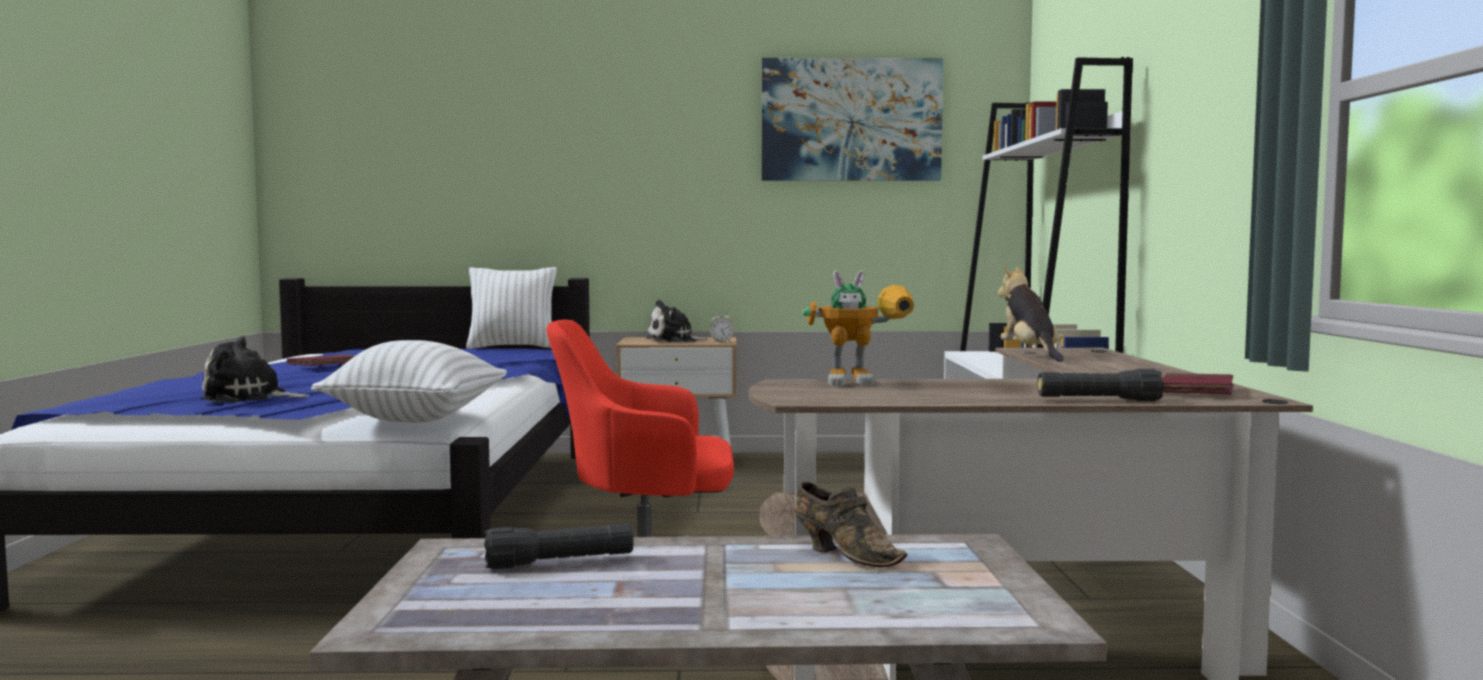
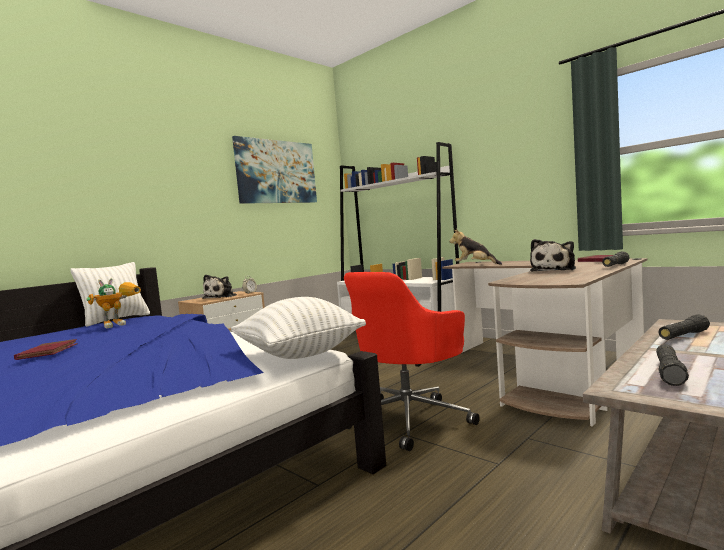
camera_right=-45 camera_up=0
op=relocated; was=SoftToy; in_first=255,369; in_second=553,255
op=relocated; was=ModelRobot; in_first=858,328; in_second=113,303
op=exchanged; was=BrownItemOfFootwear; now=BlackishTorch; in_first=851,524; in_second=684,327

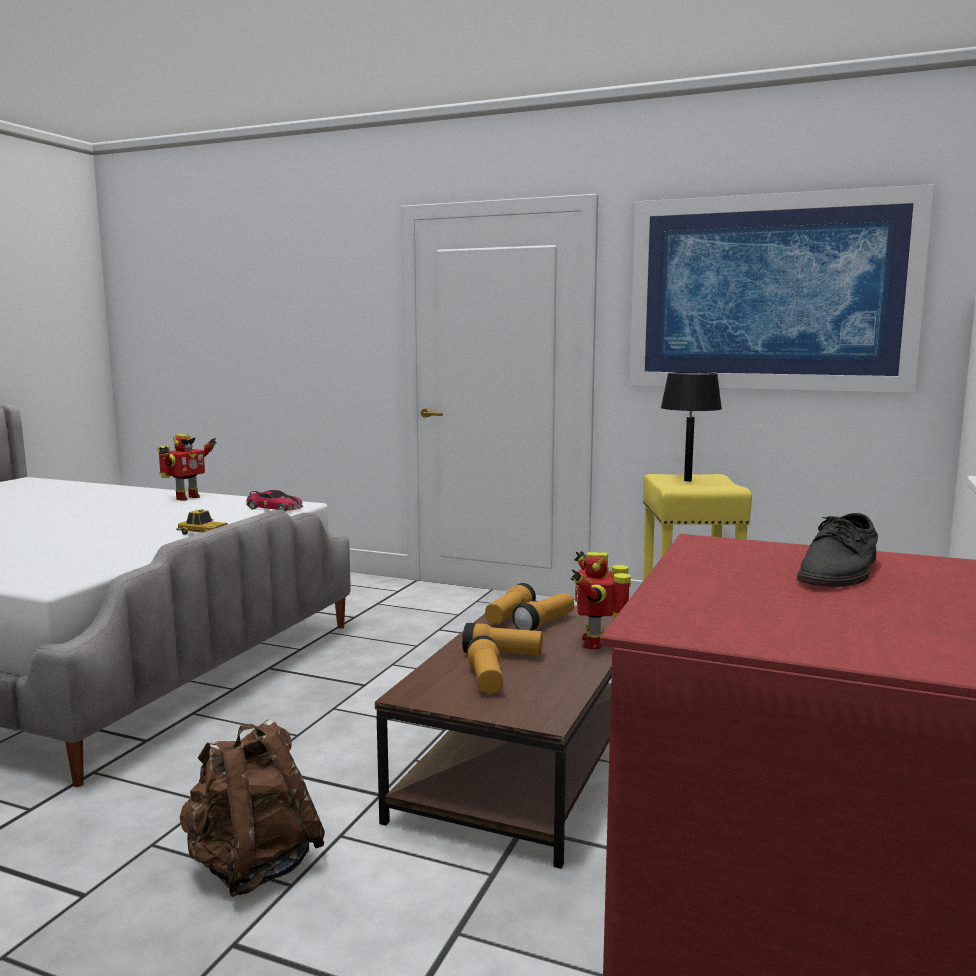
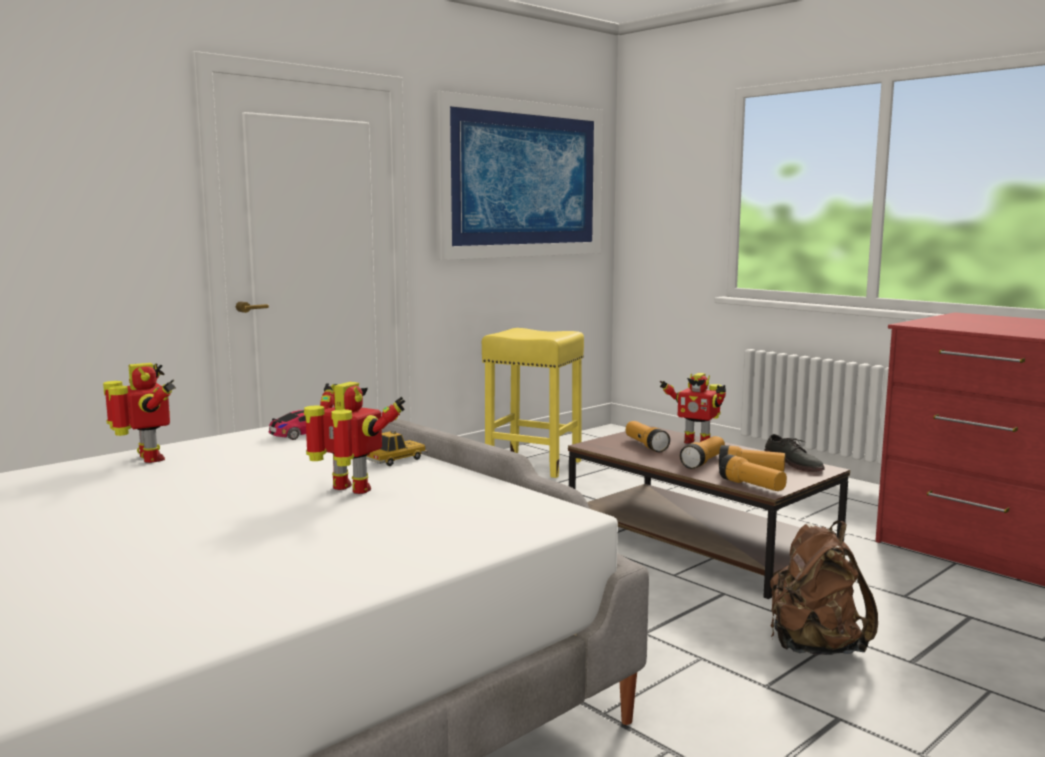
camera_right=-65 camera_up=0
op=missing; was=BlackishLampForATable; in_first=691,427
op=appeared; now=ModelRobot; in_second=354,438
op=relocated; was=Torch; in_first=510,603; in_second=753,472
op=relocated; was=GreyishItemOfFootwear; in_first=837,550; in_second=795,453

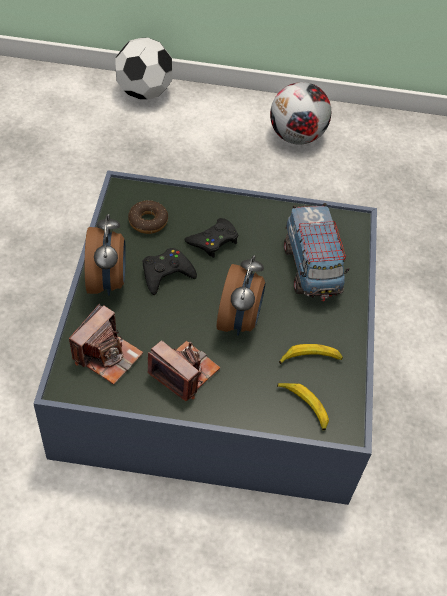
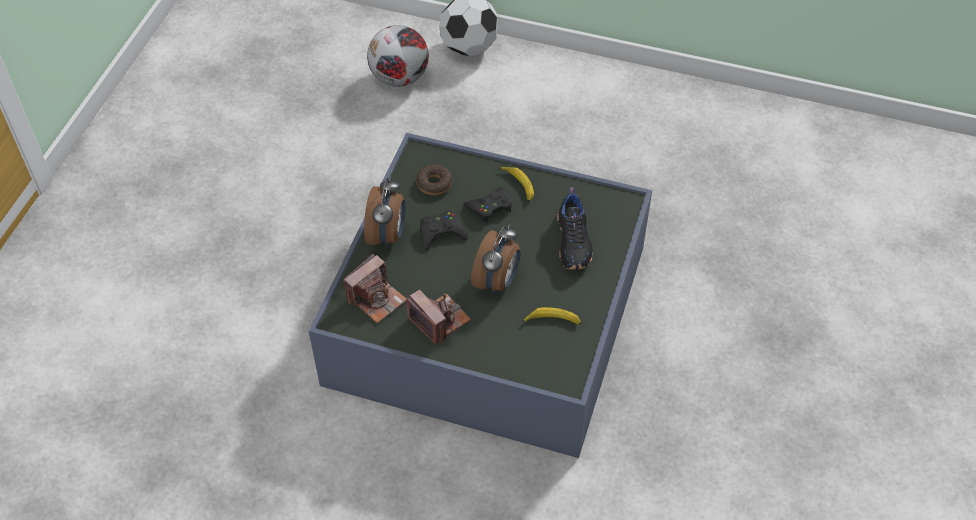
camera_right=15 camera_up=0
op=relocated; was=Football; in_first=300,113; in_second=398,56
op=relocated; was=WholeBanana; in_first=303,406; in_second=517,184
op=exchanged; was=ModelTruck; now=BlackishItemOfFootwear; in_first=316,252; in_second=575,228

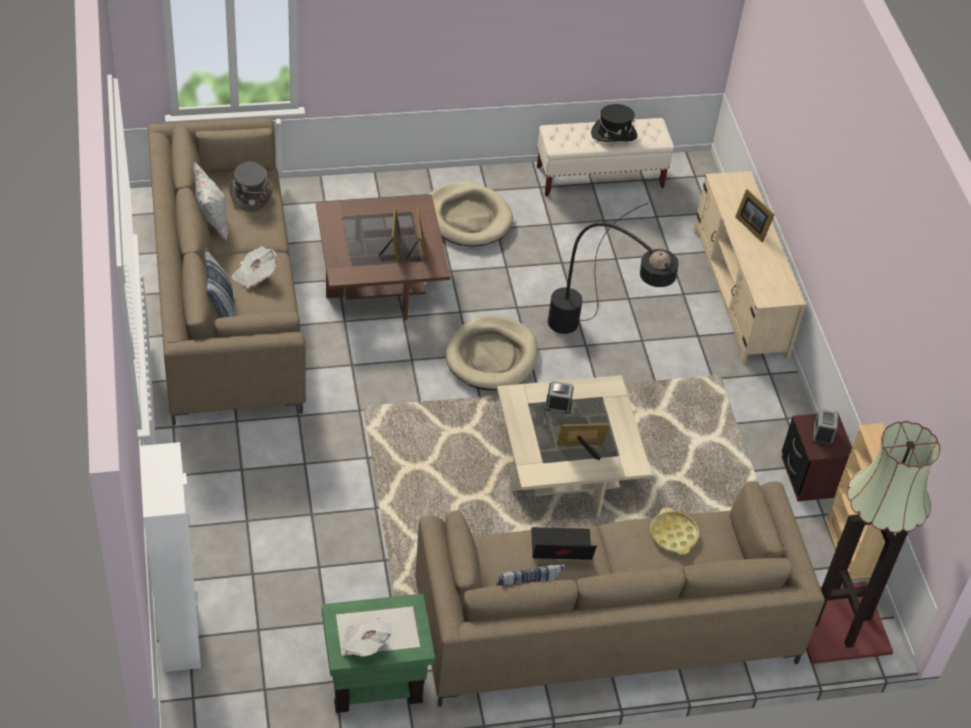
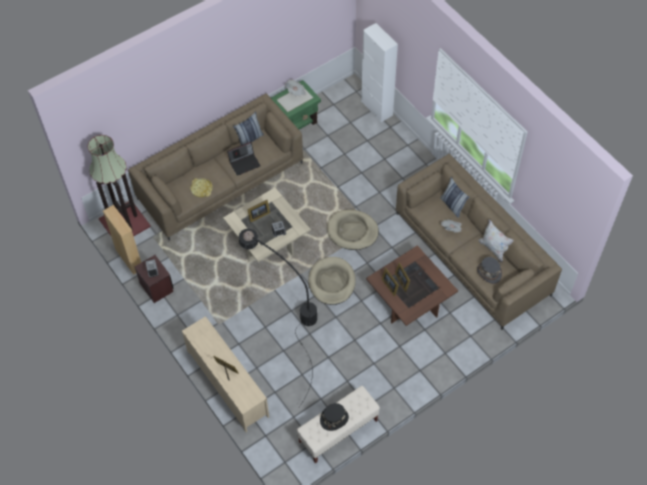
camera_right=160 camera_up=10
op=relocated; was=BeigeColouredPetBed; in_first=470,214; in_second=353,229

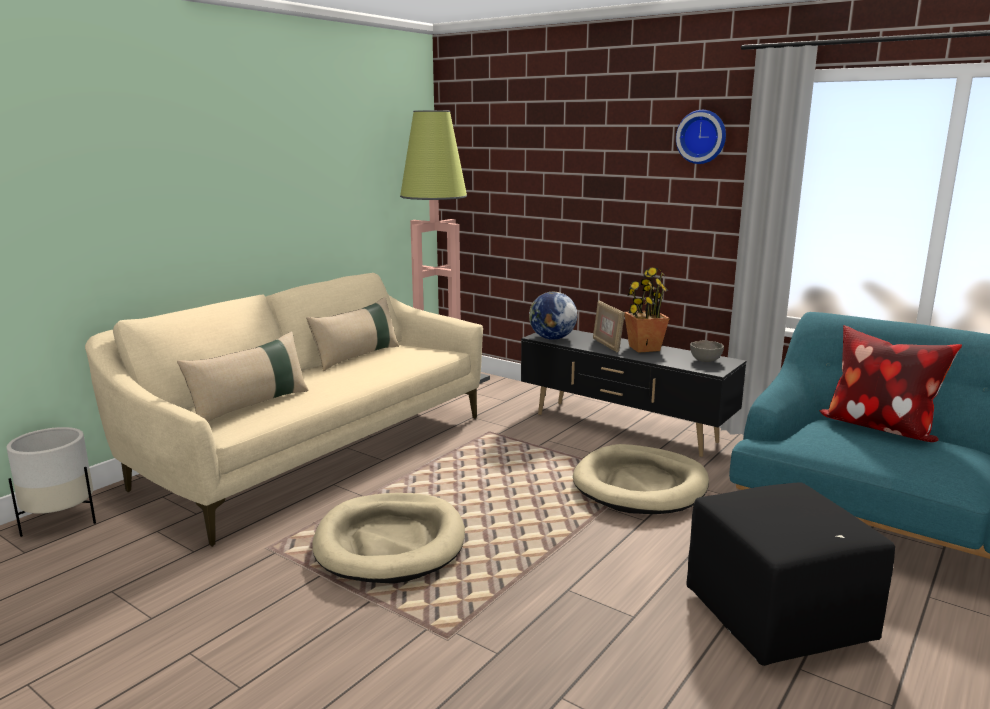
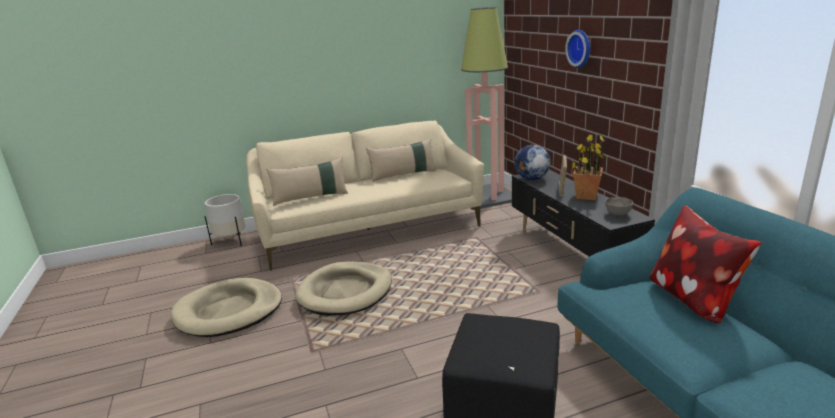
camera_right=35 camera_up=5
op=relocated; was=BeigeColouredPetBed; in_first=641,479; in_second=226,307
op=relocated; was=HangingClock; in_first=701,137; in_second=578,49

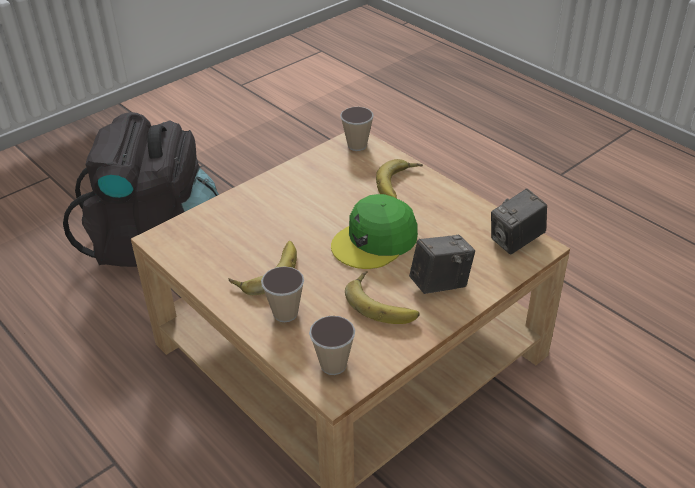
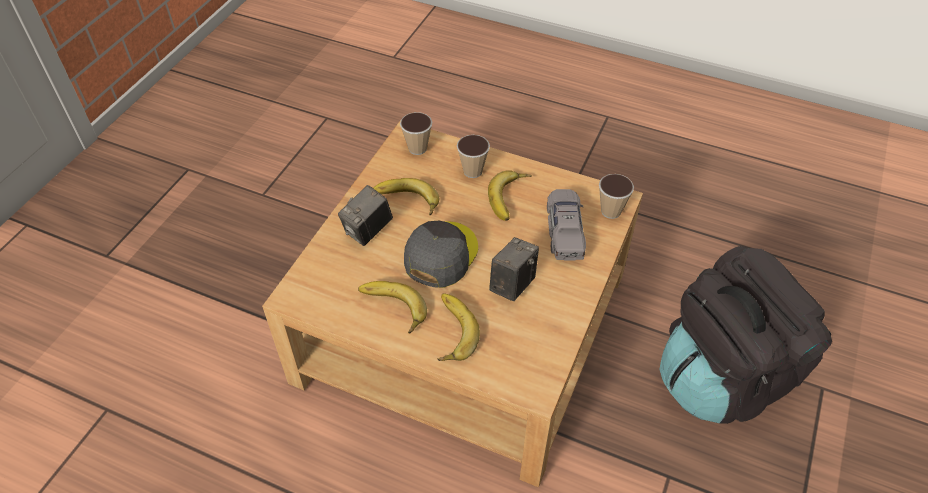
camera_right=155 camera_up=10
op=appeared; now=WholeBanana; in_second=392,307
op=appeared; now=GreyishModelCar; in_second=566,224
op=relocated; was=DrinkingCup; in_first=357,129; in_second=616,196
op=relocated; was=PhotoCamera; in_first=519,222; in_second=514,269
op=colour; was=GreenCap; now=GreyishCap; in_first=374,231; in_second=441,254

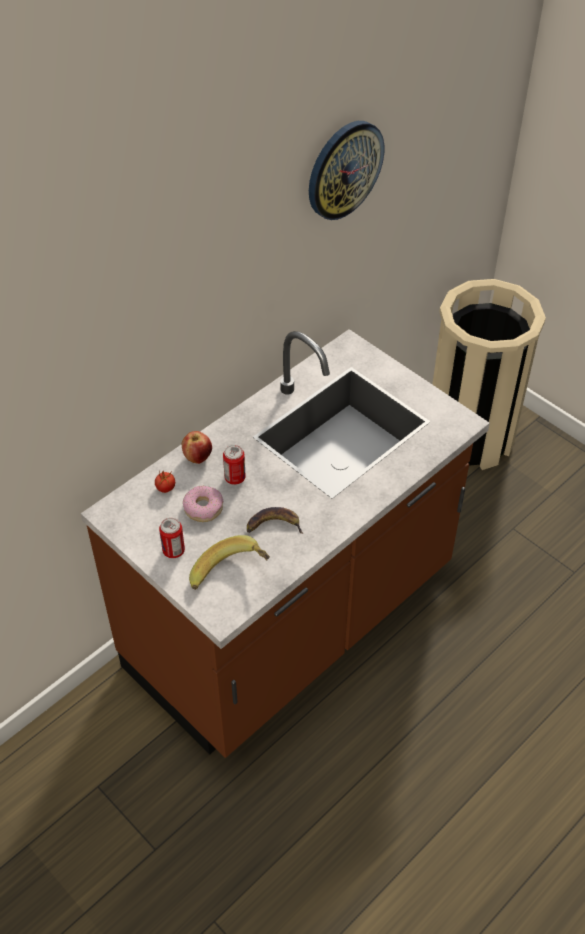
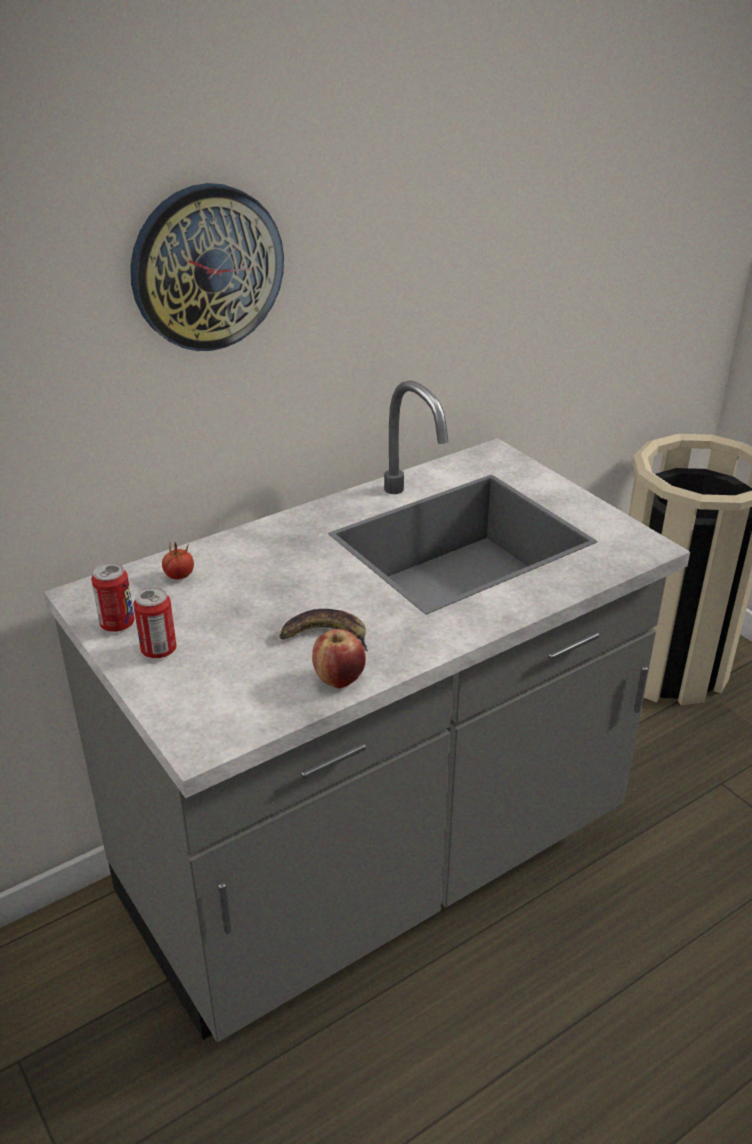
camera_right=10 camera_up=-15
op=missing; was=RingDoughnut; in_first=203,504
op=missing; was=WholeBanana; in_first=229,562
op=relocated; was=WholeApple; in_first=197,447; in_second=339,658
op=relocated; was=SealedCan; in_first=234,465; in_second=113,597
op=relocated; was=HangingClock; in_first=346,170; in_second=207,267
op=colour; was=BrownKitchenBaseUnit; now=GreyishKitchenBaseUnit; in_first=285,543; in_second=367,711

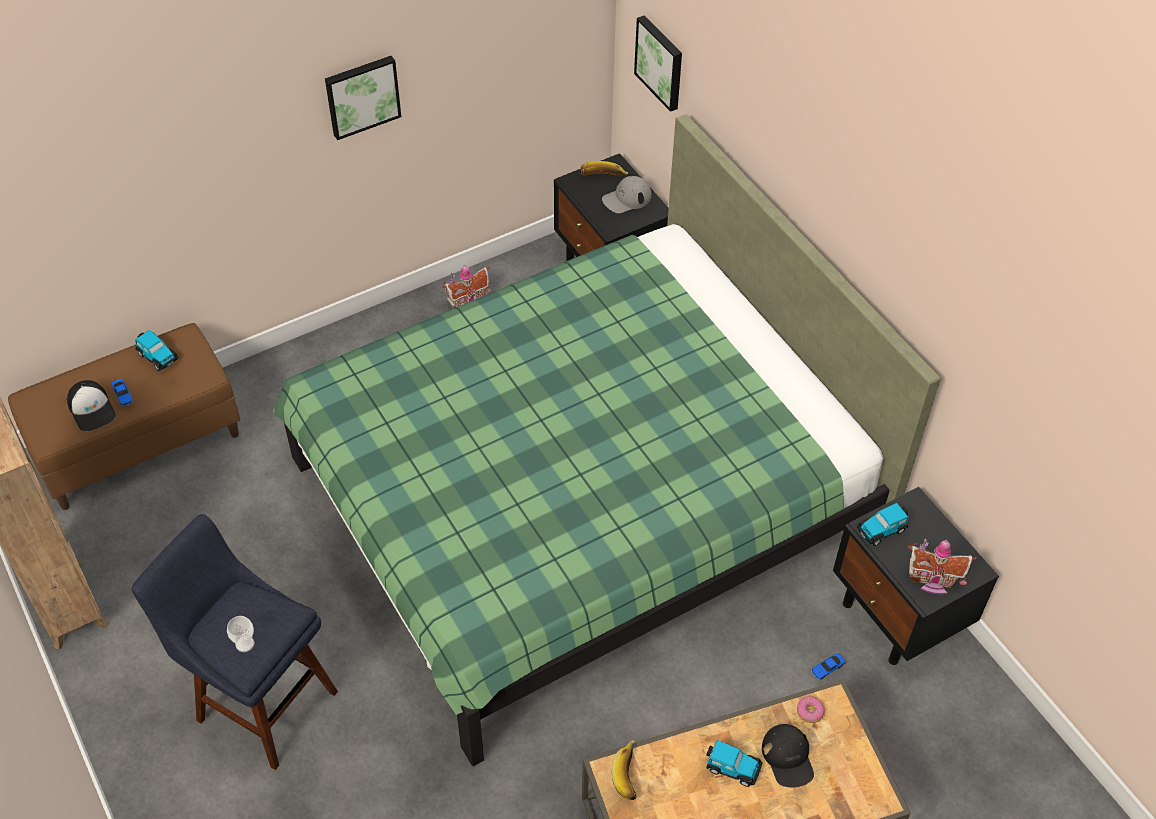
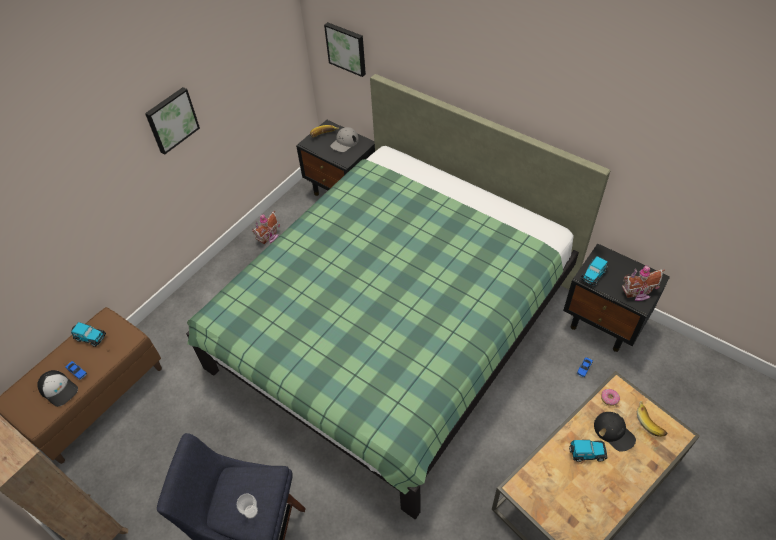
camera_right=-20 camera_up=0
op=relocated; was=WholeBanana; in_first=624,770; in_second=652,419

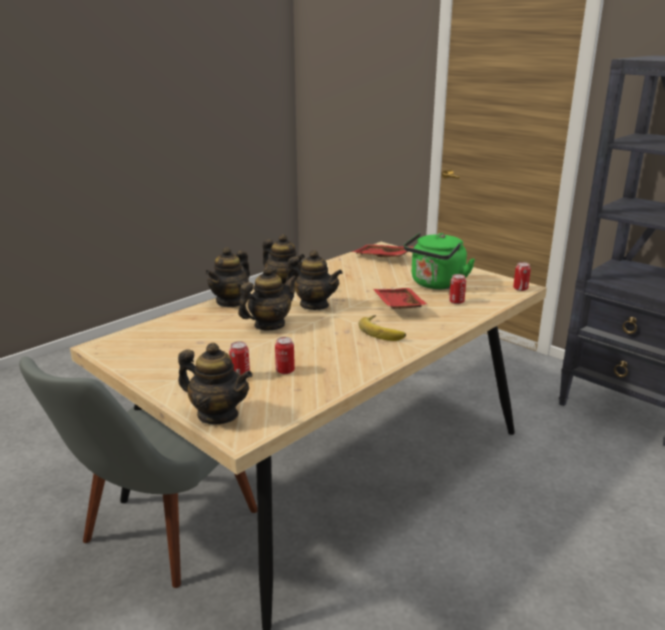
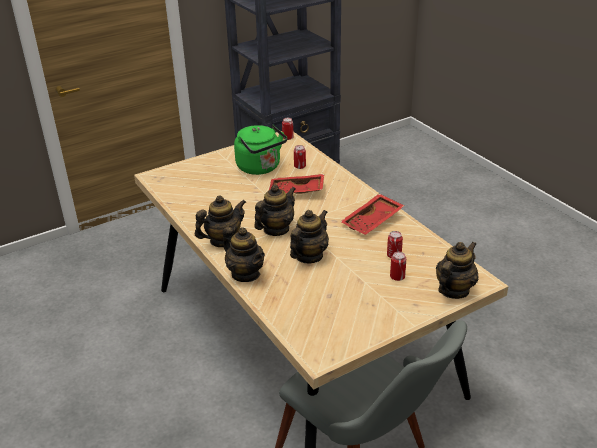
camera_right=-75 camera_up=10
op=missing; was=WholeBanana; in_first=382,328
op=relocated; was=ReddishCarryingTray; in_first=383,250; in_second=372,214
op=spun; was=PotForTea; in_first=267,298; in_second=309,237; clockwise=60

